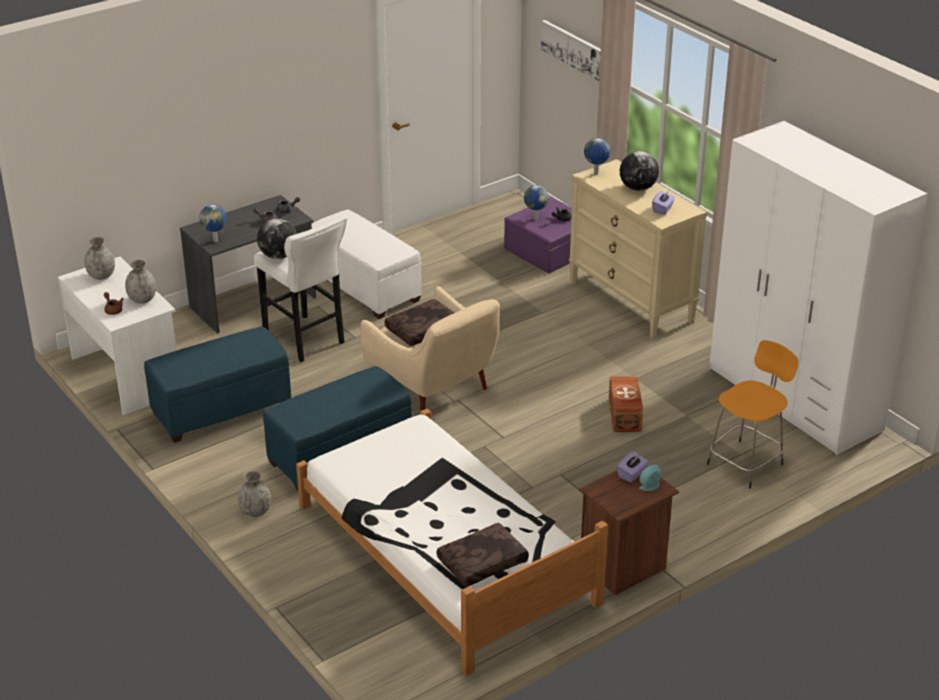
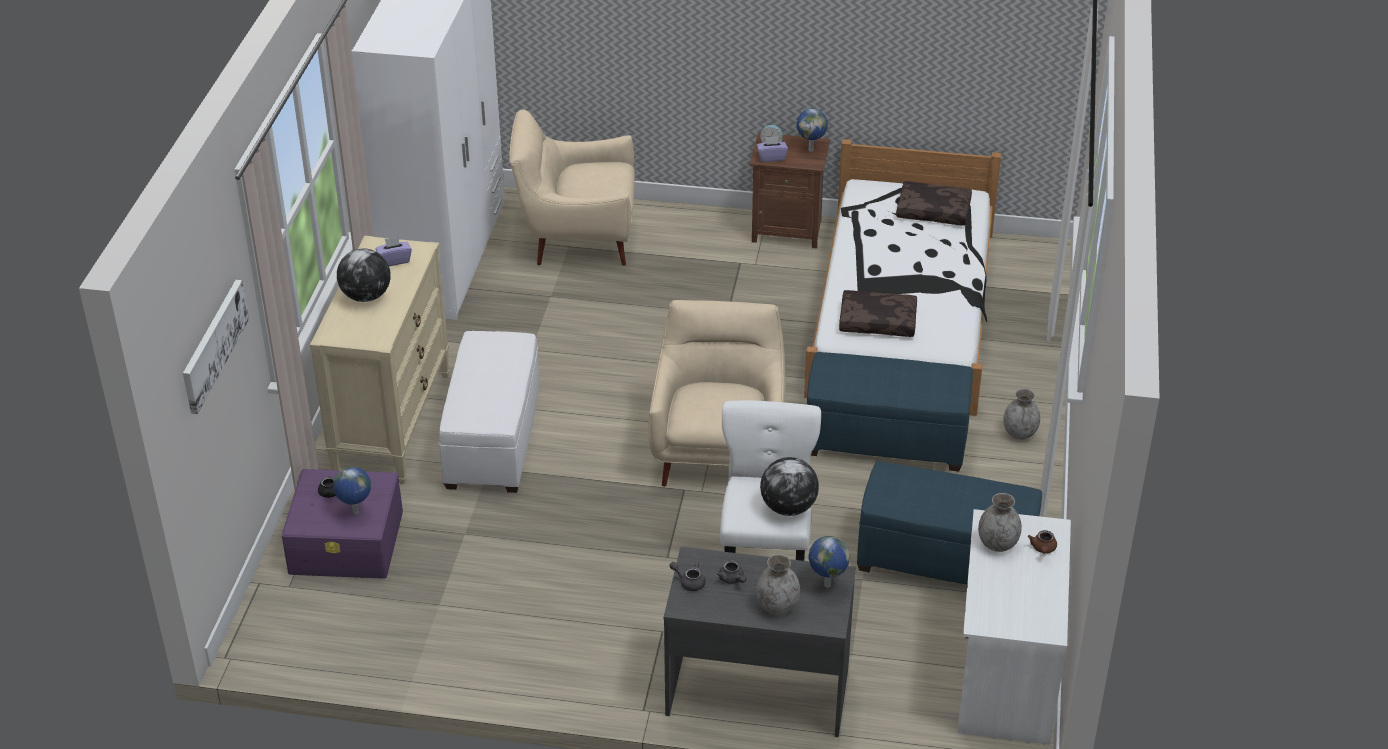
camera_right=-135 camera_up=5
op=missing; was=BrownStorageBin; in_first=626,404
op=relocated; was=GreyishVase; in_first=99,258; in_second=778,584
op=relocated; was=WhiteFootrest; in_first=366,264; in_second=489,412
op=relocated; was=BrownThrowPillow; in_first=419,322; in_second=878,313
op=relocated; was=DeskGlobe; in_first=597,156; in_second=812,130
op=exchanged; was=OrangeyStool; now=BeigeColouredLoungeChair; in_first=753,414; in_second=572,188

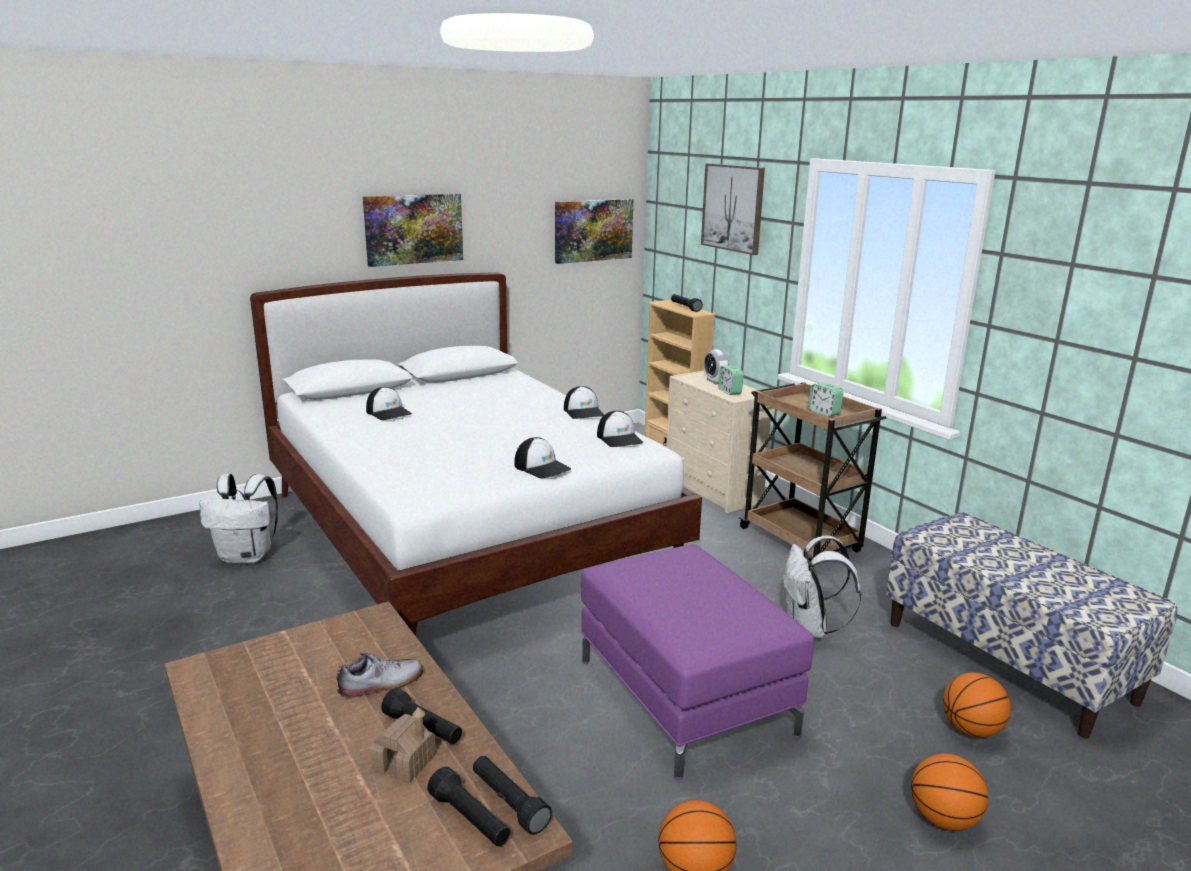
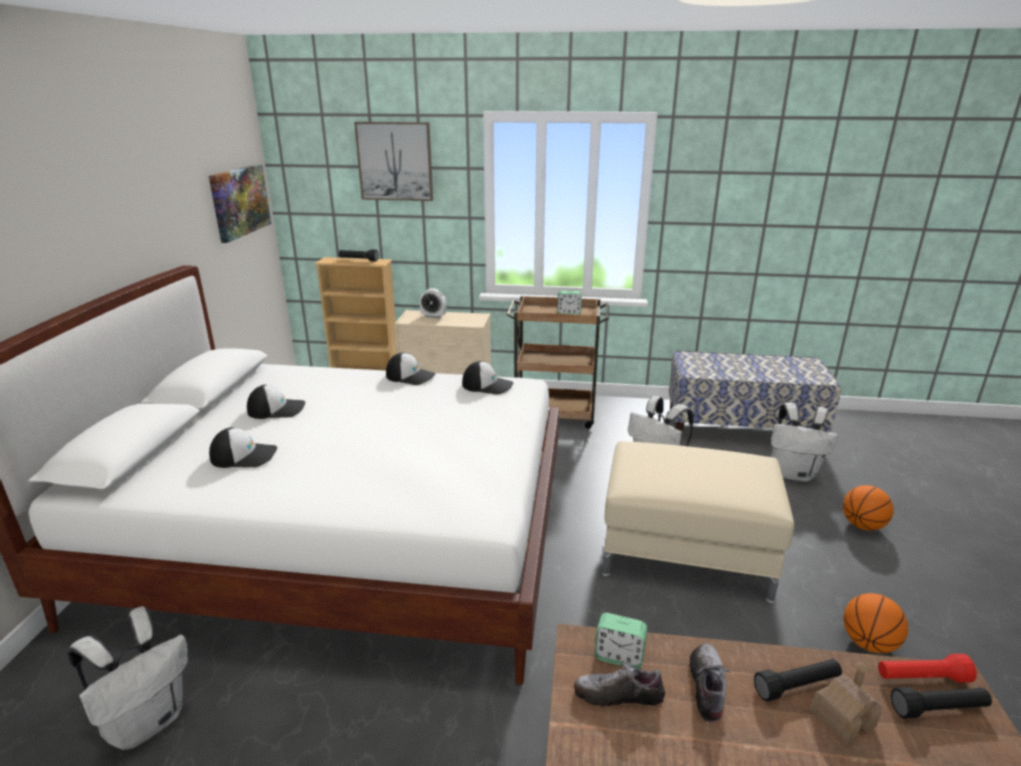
camera_right=-50 camera_up=5
op=missing; was=WallPicture; in_first=413,230
op=appeared; now=ItemOfFootwear; in_second=619,684
op=relocated; was=Cap; in_first=542,457; in_second=276,402
op=relocated; was=AlarmClock; in_first=731,380; in_second=620,641
op=exchanged; was=BasketballBall; now=WhiteBackpack; in_first=977,705; in_second=804,442
op=colour; was=BlackishTorch; now=ReddishTorch; in_first=512,795; in_second=927,668
op=colour; was=PurpleFootrest; now=BeigeColouredFootrest; in_first=697,662; in_second=698,522

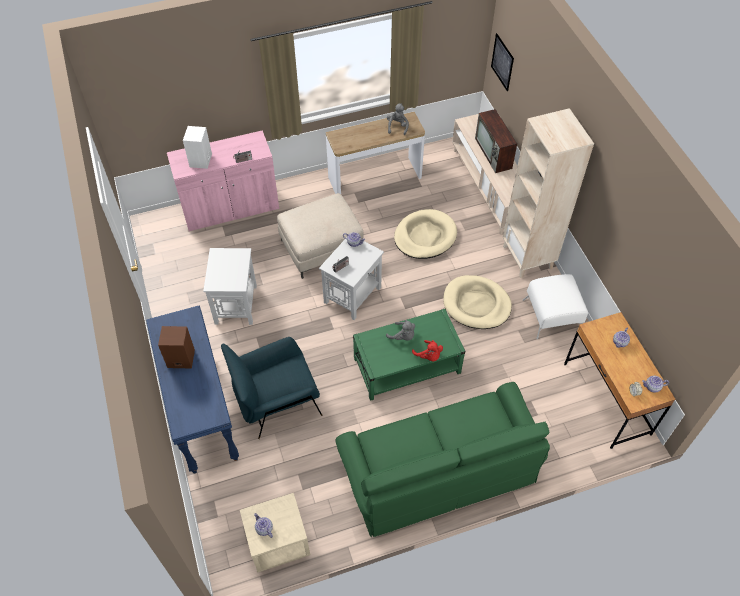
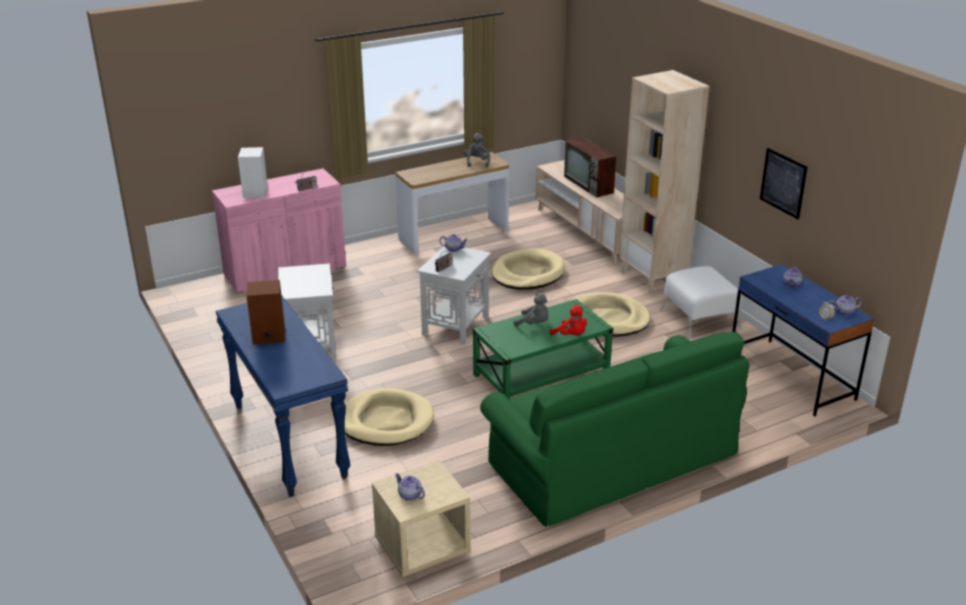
camera_right=-10 camera_up=-25
op=missing; was=BeigeColouredFootrest; in_first=320,236
op=relocated; was=WallPicture; in_first=502,62; in_second=783,183
op=exchanged; was=BluishLoungeChair; now=BeigeColouredPetBed; in_first=271,388; in_second=389,417
op=colour; was=BrownDeskTable; now=BluishDeskTable; in_first=620,380; in_second=803,340

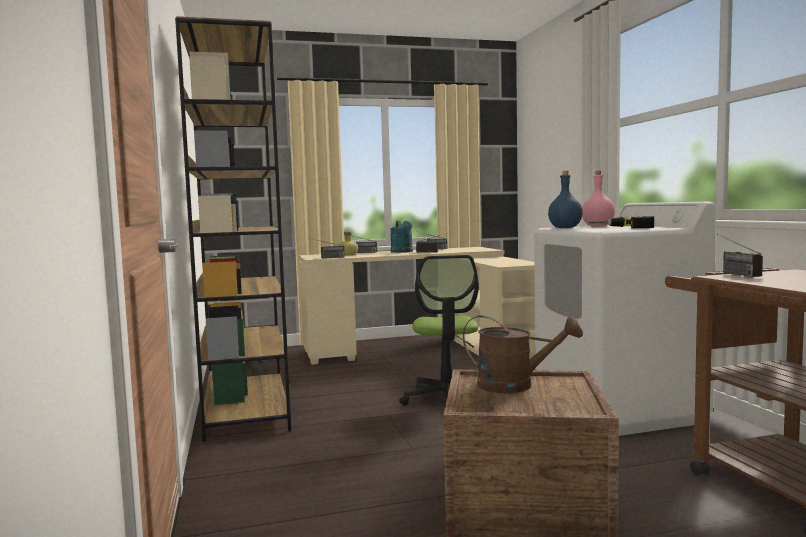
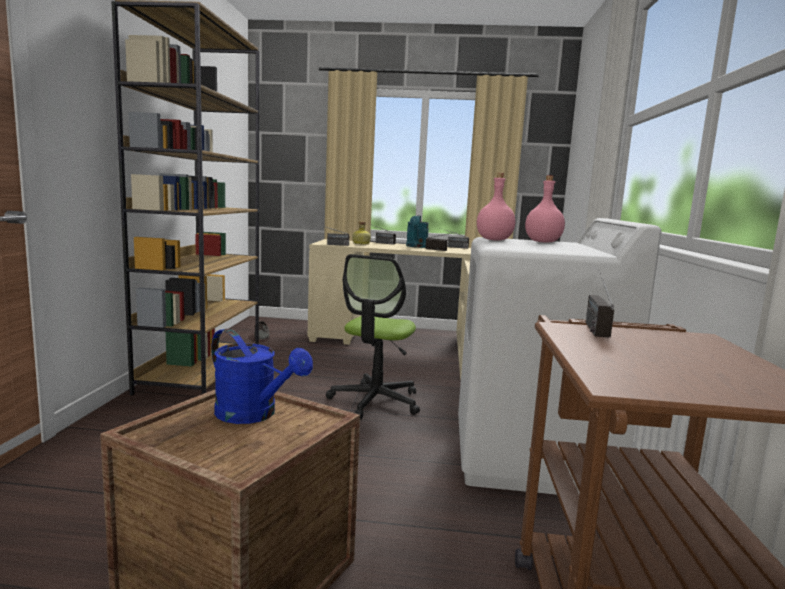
camera_right=20 camera_up=5
op=missing; was=Drill; in_first=621,222
op=colour; was=BrownSprinklingCan; now=BluishSprinklingCan; in_first=523,354; in_second=262,376
op=colour; was=BluishDrinkBottle; now=PinkDrinkBottle; in_first=565,199; in_second=496,206

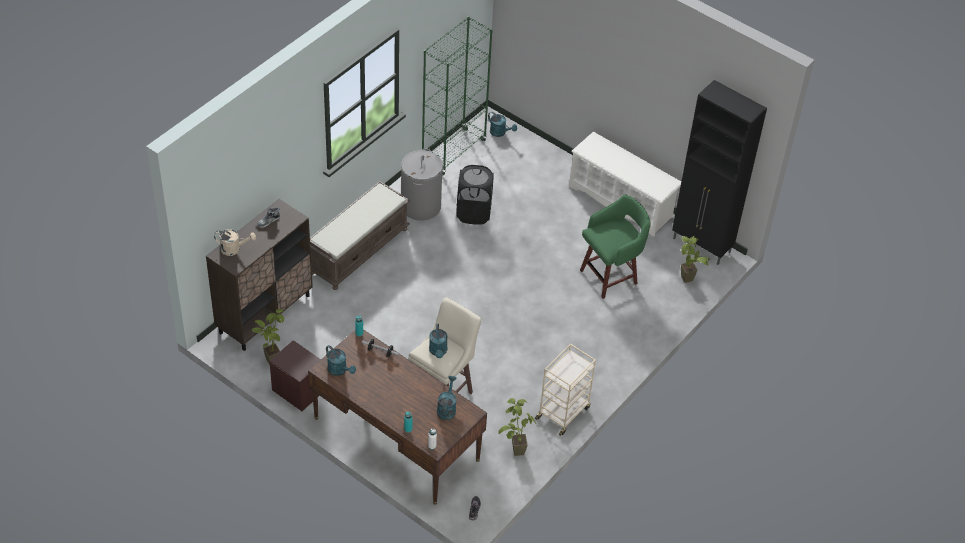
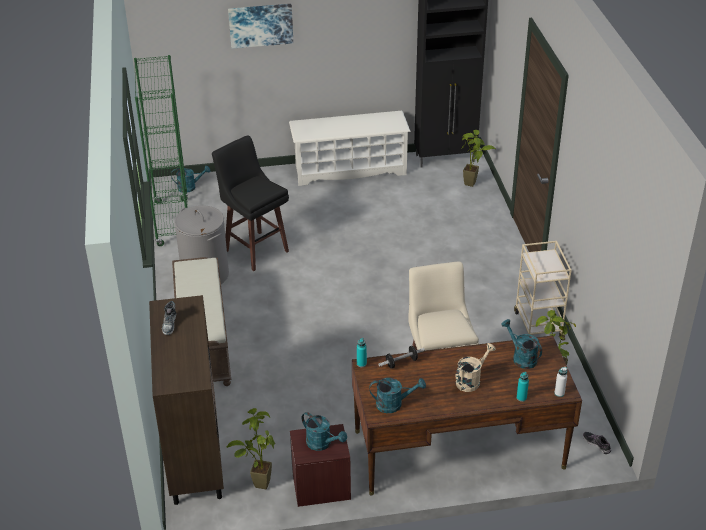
camera_right=-45 camera_up=-10
op=missing; was=GreenStool; in_first=615,246
op=appeared; now=WallPicture; in_second=260,26
op=relocated; was=BeigeColouredSprinklingCan; in_first=235,242; in_second=476,367
op=relocated; was=TurquoiseSprinklingCan; in_first=438,341; in_second=324,431
op=exchanged; was=BlackishLaundryBasket; now=BlackishStool; in_first=475,195; in_second=250,203

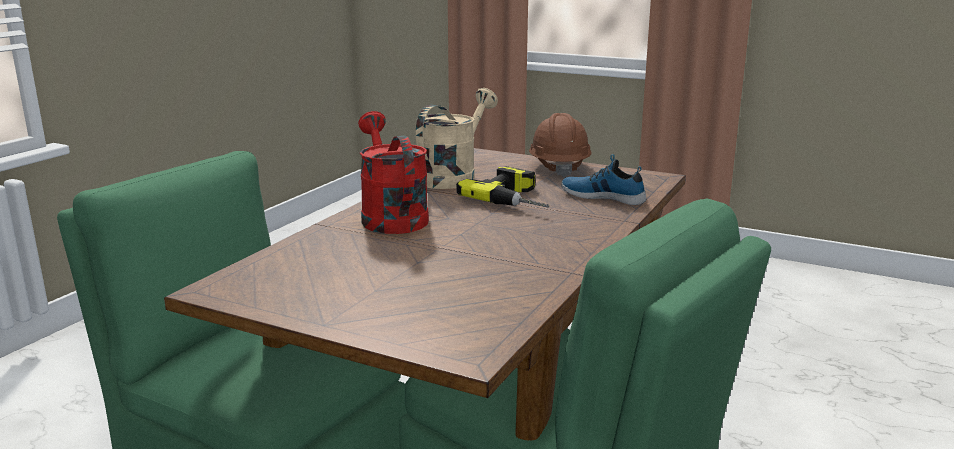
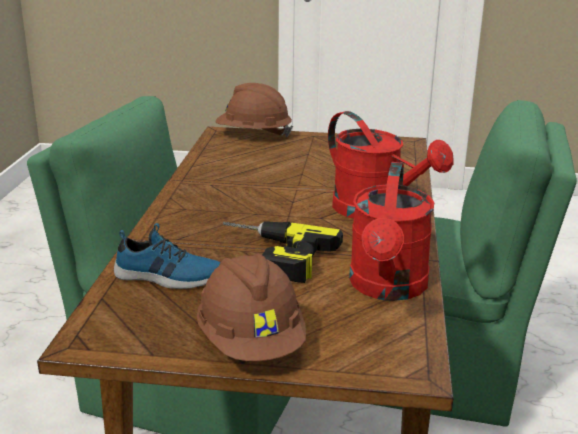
camera_right=160 camera_up=5
op=appeared; now=BrownWorkHelmet; in_second=254,110
op=colour; was=BeigeColouredSprinklingCan; now=ReddishSprinklingCan; in_first=457,138; in_second=391,231

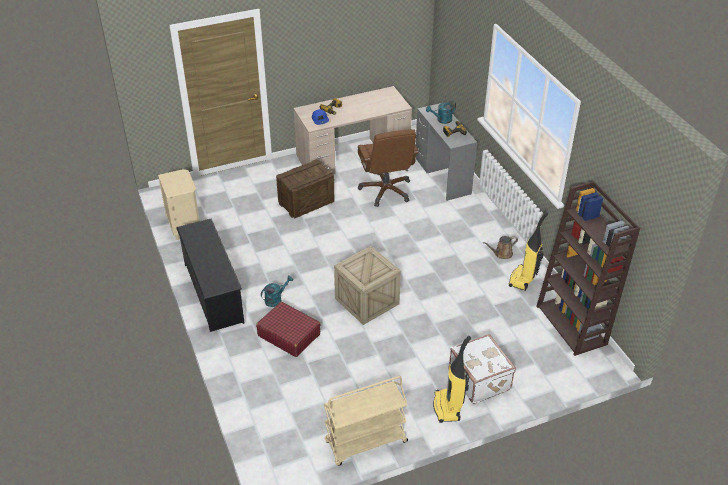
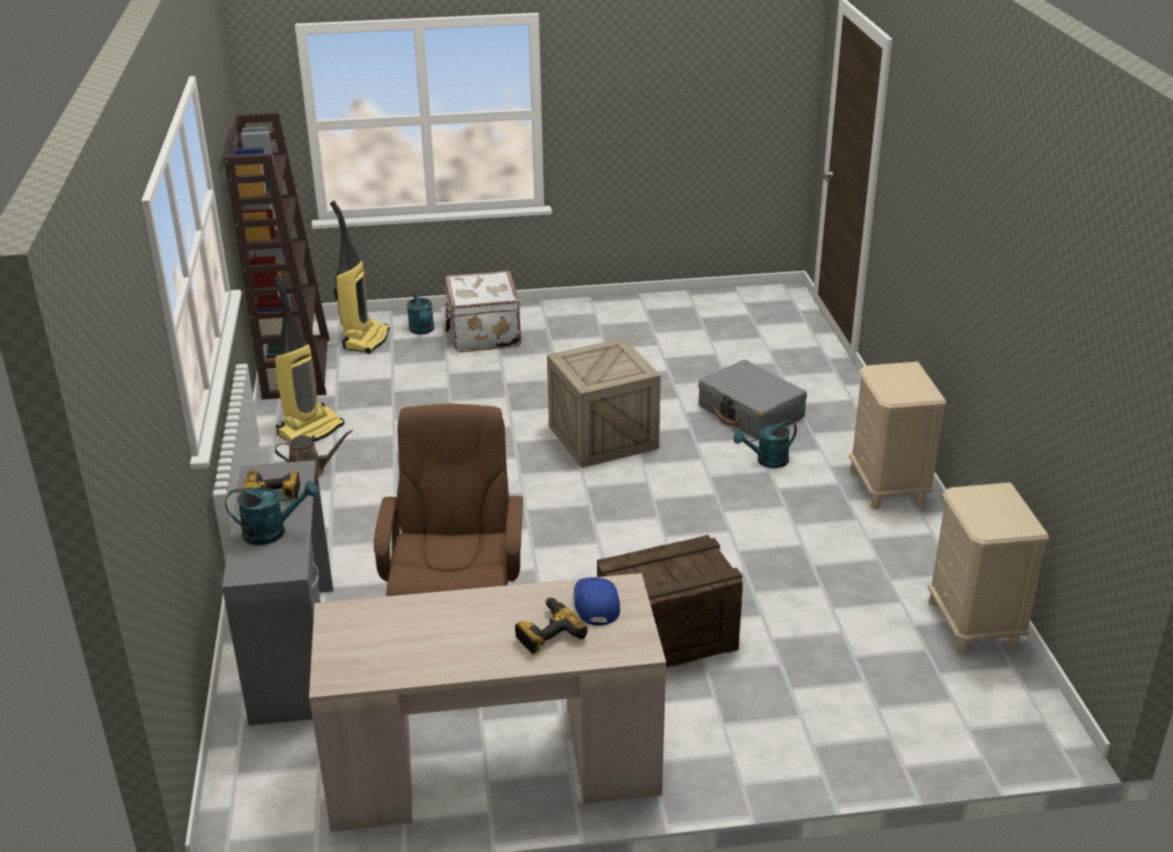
camera_right=-165 camera_up=-10
op=missing; was=BeigeColouredTrolley; in_first=366,421
op=appeared; now=TurquoiseSprinklingCan; in_second=420,313
op=relocated; was=VacuumCleaner; in_first=452,379; in_second=360,277
op=exchanged; was=BlackishShoeShelf; now=BeigeColouredNightTable; in_first=210,275; in_second=897,436
op=colour; was=ReddishTravelCase; now=GreyishTravelCase; in_first=288,329; in_second=752,399

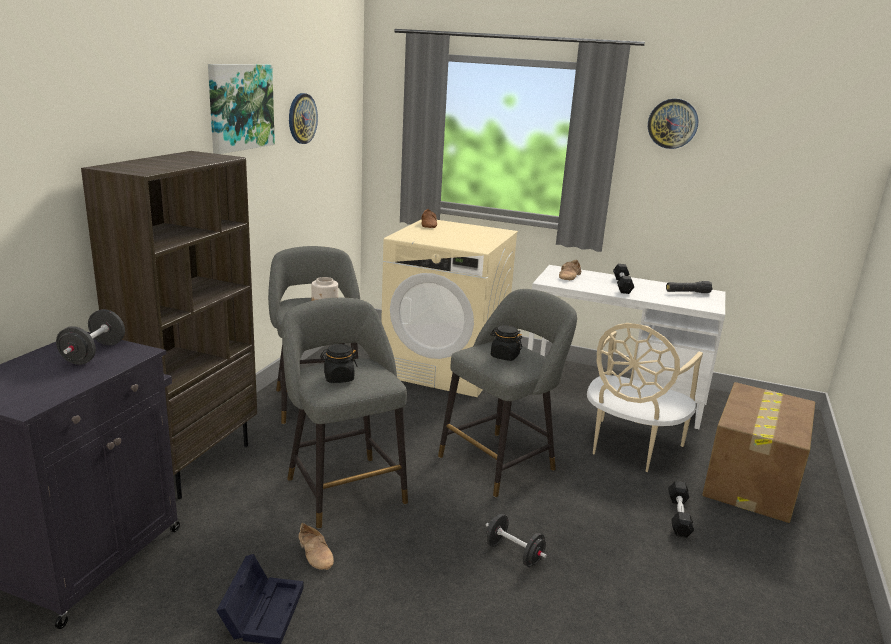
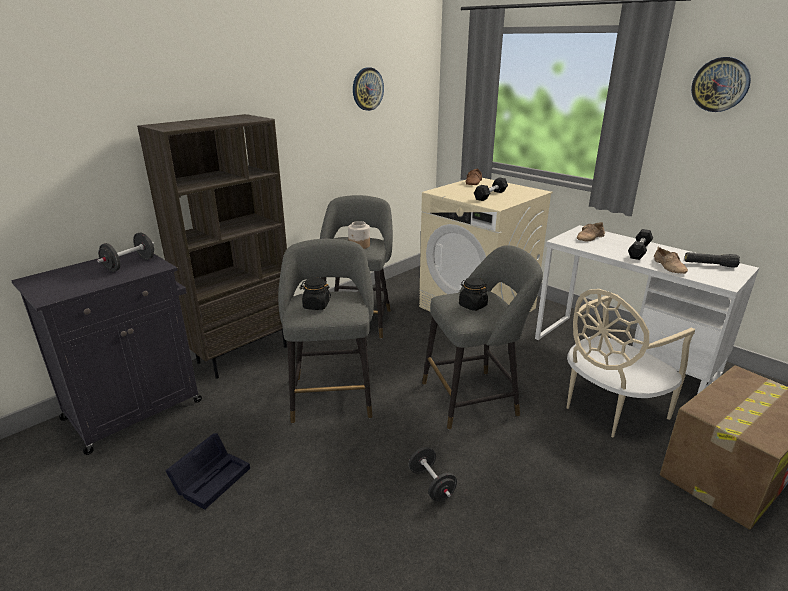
camera_right=25 camera_up=5
op=missing; was=WallPicture; in_first=241,109
op=relocated; was=BeigeColouredItemOfFootwear; in_first=316,546; in_second=671,260
op=relocated; was=BlackishDumbbell; in_first=681,509; in_second=491,189

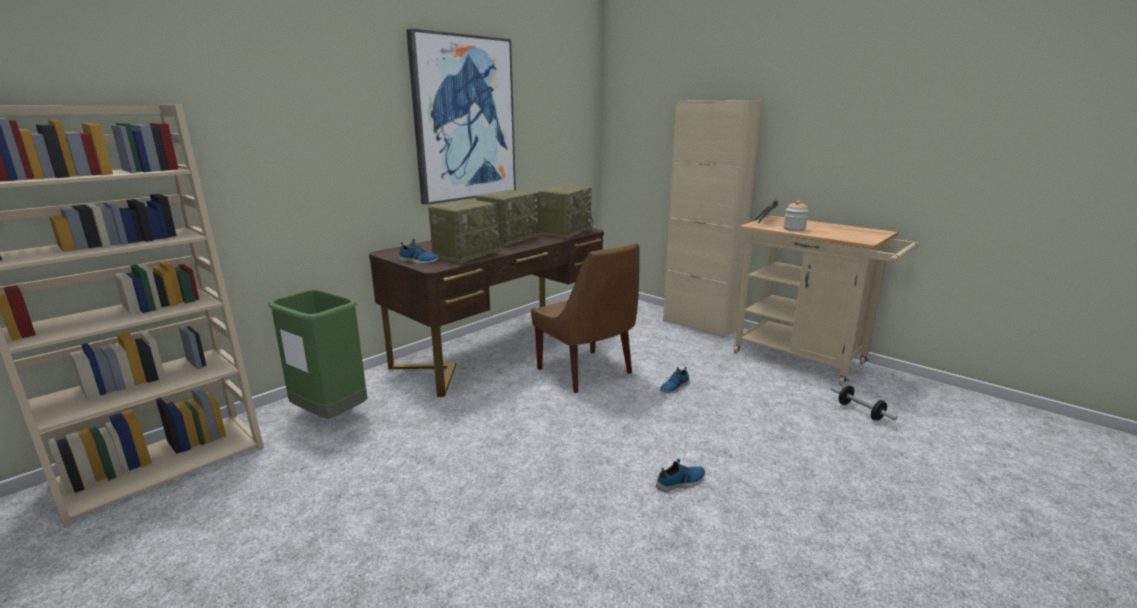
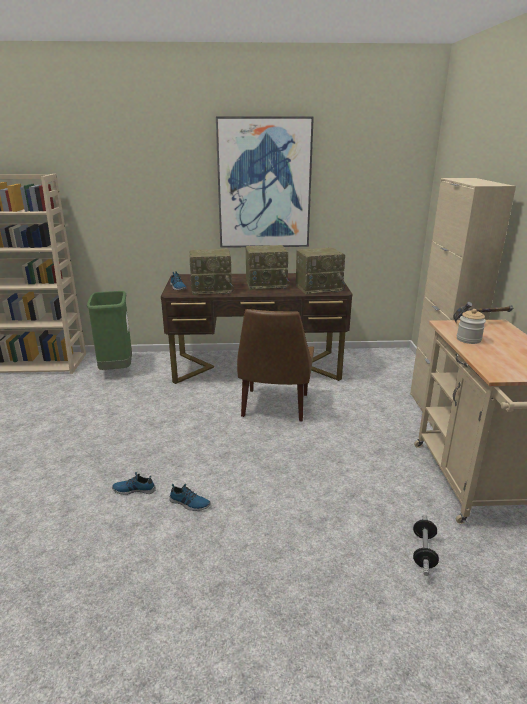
camera_right=45 camera_up=5
op=relocated; was=ItemOfFootwear; in_first=674,380; in_second=134,483

